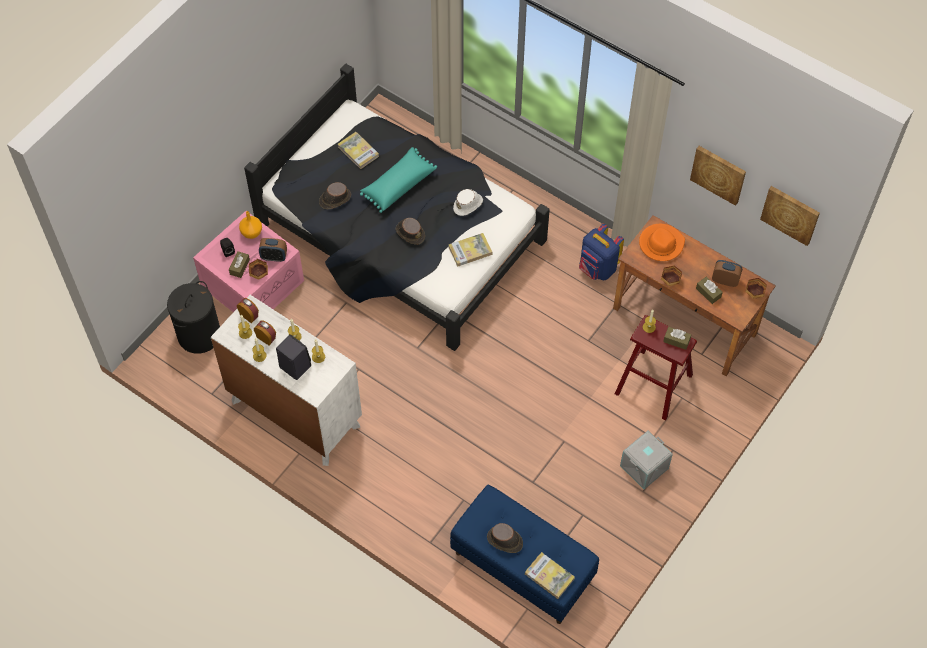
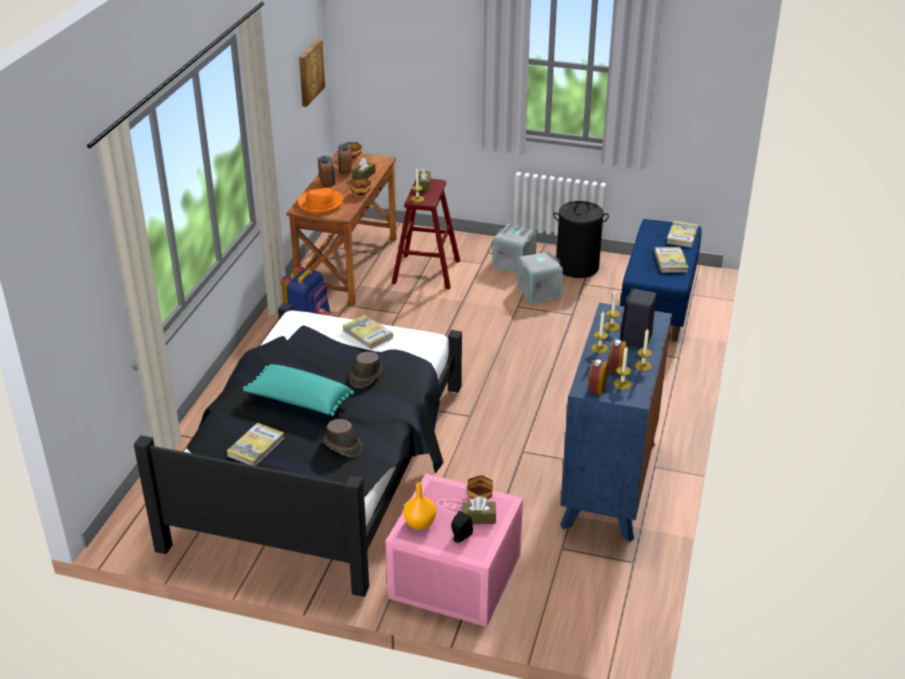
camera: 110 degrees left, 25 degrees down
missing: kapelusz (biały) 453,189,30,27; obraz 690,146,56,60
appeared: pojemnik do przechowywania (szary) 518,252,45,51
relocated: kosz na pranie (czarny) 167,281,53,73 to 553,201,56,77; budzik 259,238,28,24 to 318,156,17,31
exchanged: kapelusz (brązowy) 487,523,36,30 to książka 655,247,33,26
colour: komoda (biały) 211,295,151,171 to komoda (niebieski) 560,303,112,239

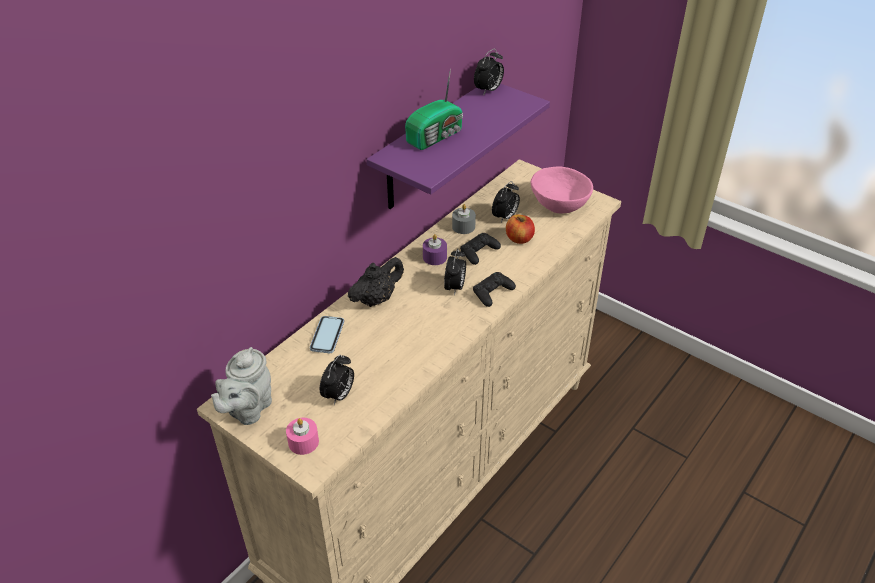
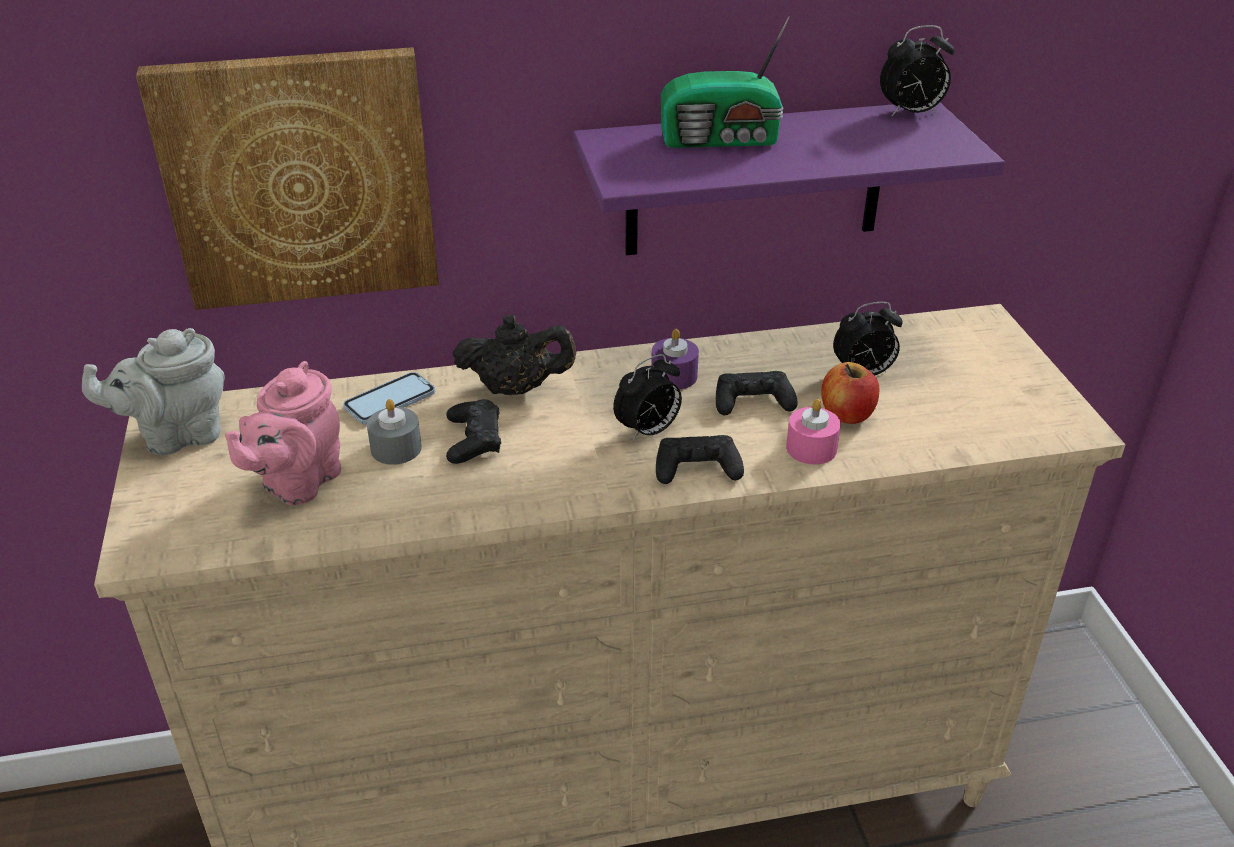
camera: 40 degrees right, 5 degrees down
missing: miska (różowy) 531,166,62,47
appeared: obraz 136,47,303,263; pad do gier (czarny) 446,399,55,65
relocated: świeca (różowy) 286,418,33,37 to 786,399,55,66; świeca (szary) 452,204,24,30 to 367,399,55,66
exchanged: budzik 320,355,34,50 to imbryk (różowy) 225,361,116,144

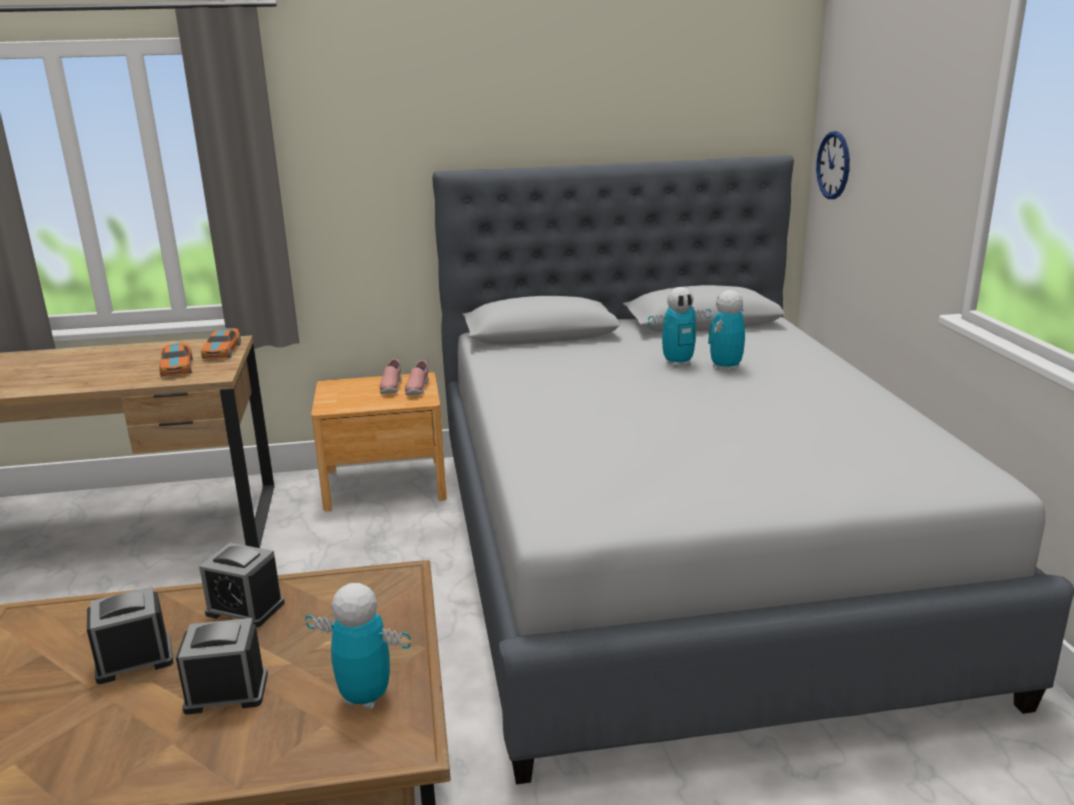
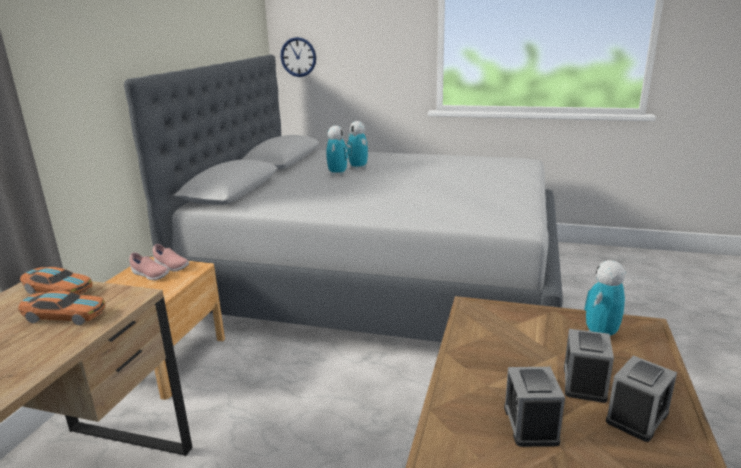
camera: 65 degrees left, 0 degrees up
relocated: budzik 199,543,86,84 to 606,356,71,86

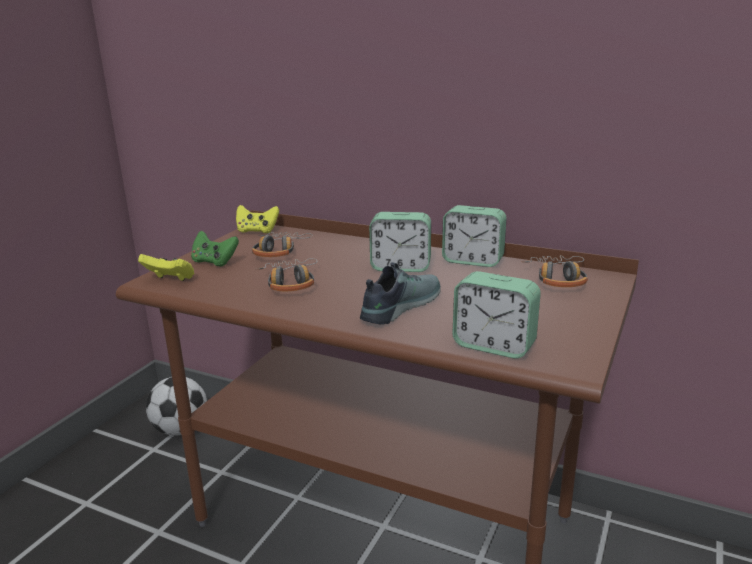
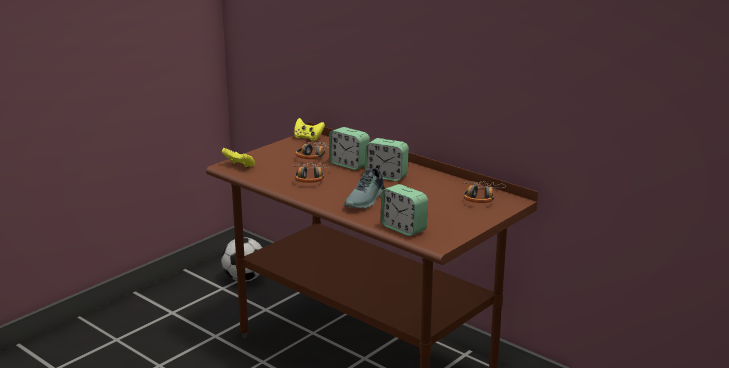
camera: 15 degrees right, 0 degrees up
missing: pad do gier (zielony) 191,231,48,36
relocated: budzik 442,205,65,62 to 329,127,41,43
spun: but 360,262,81,63 = 344,164,41,45 150 degrees clockwise

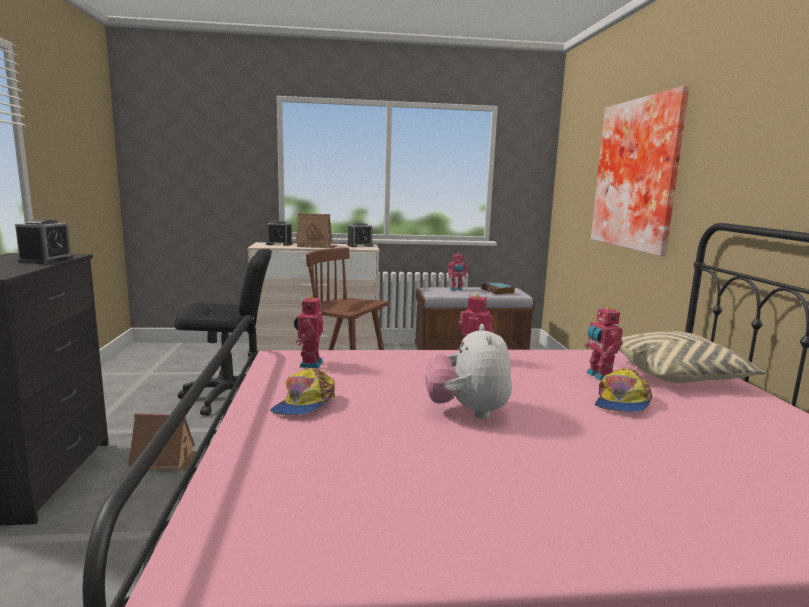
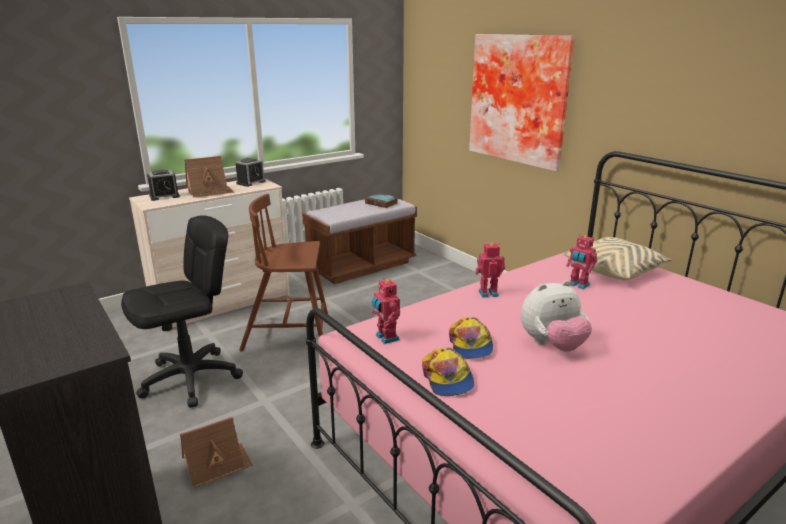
camera: 30 degrees left, 10 degrees up
missing: budzik 15,219,58,45; robot zabawkowy 448,253,19,38
relocated: czapka z daszkiem 595,368,58,44 to 449,317,44,42
spun: pluszak 425,324,87,95 = 521,280,71,72 75 degrees counterclockwise

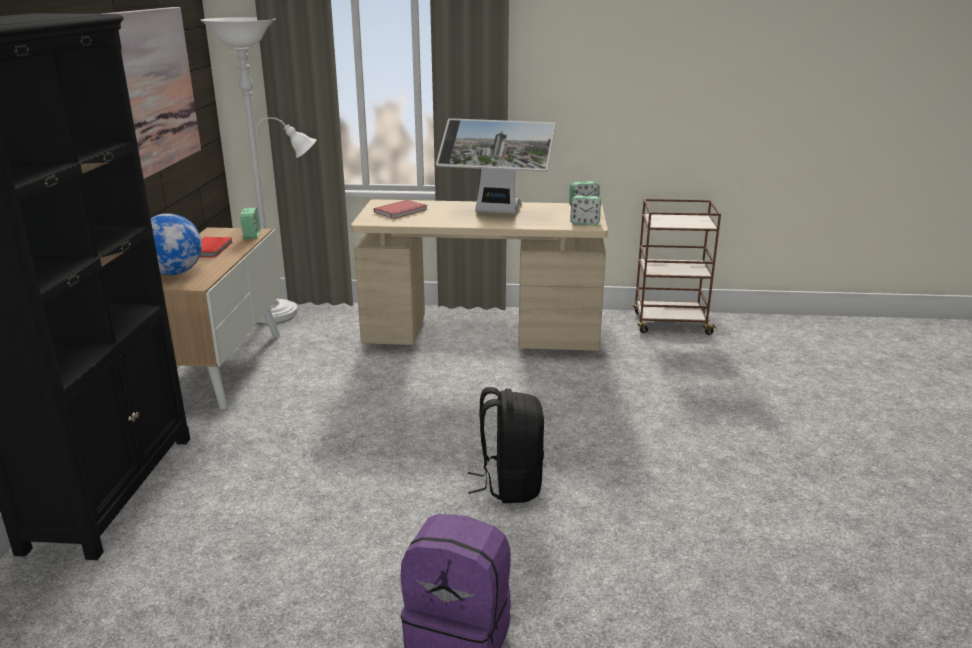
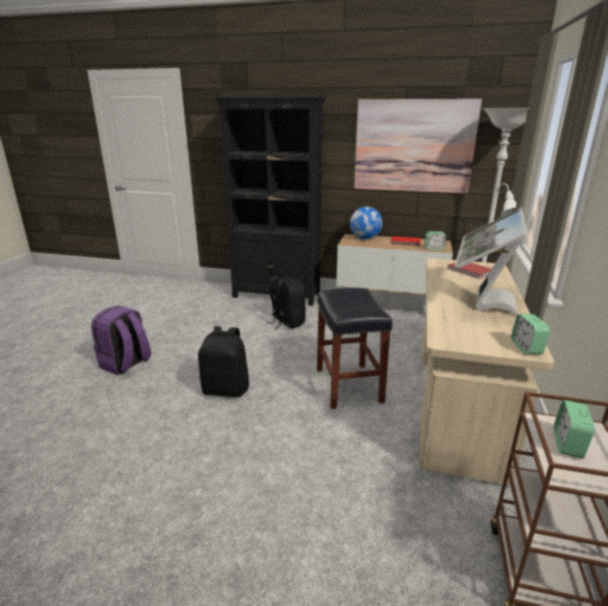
camera: 100 degrees right, 0 degrees up
appeared: plecak (czarny) 268,276,38,54; stołek (czarny) 317,288,75,121
relocated: budzik 570,195,31,30 to 554,400,41,58

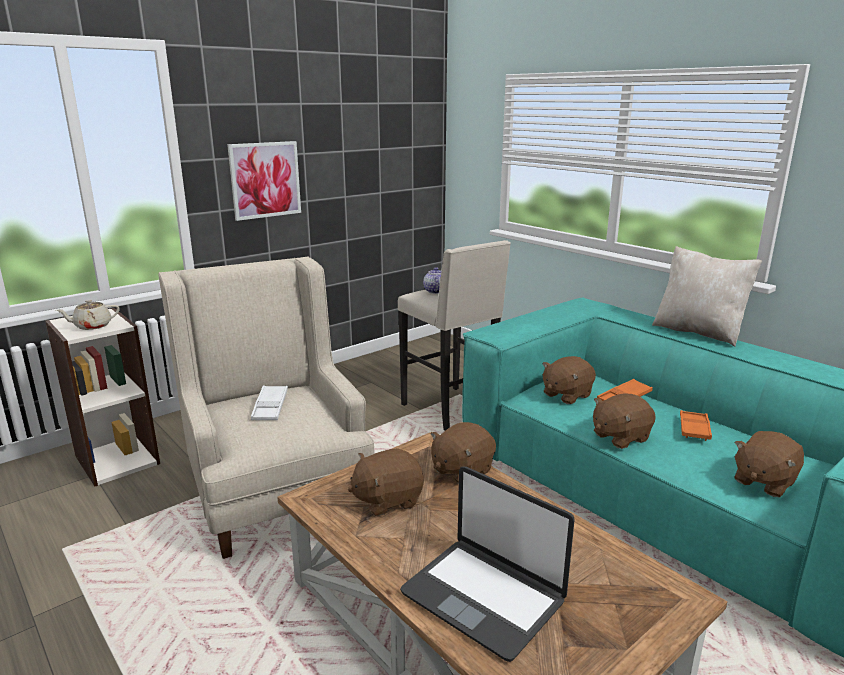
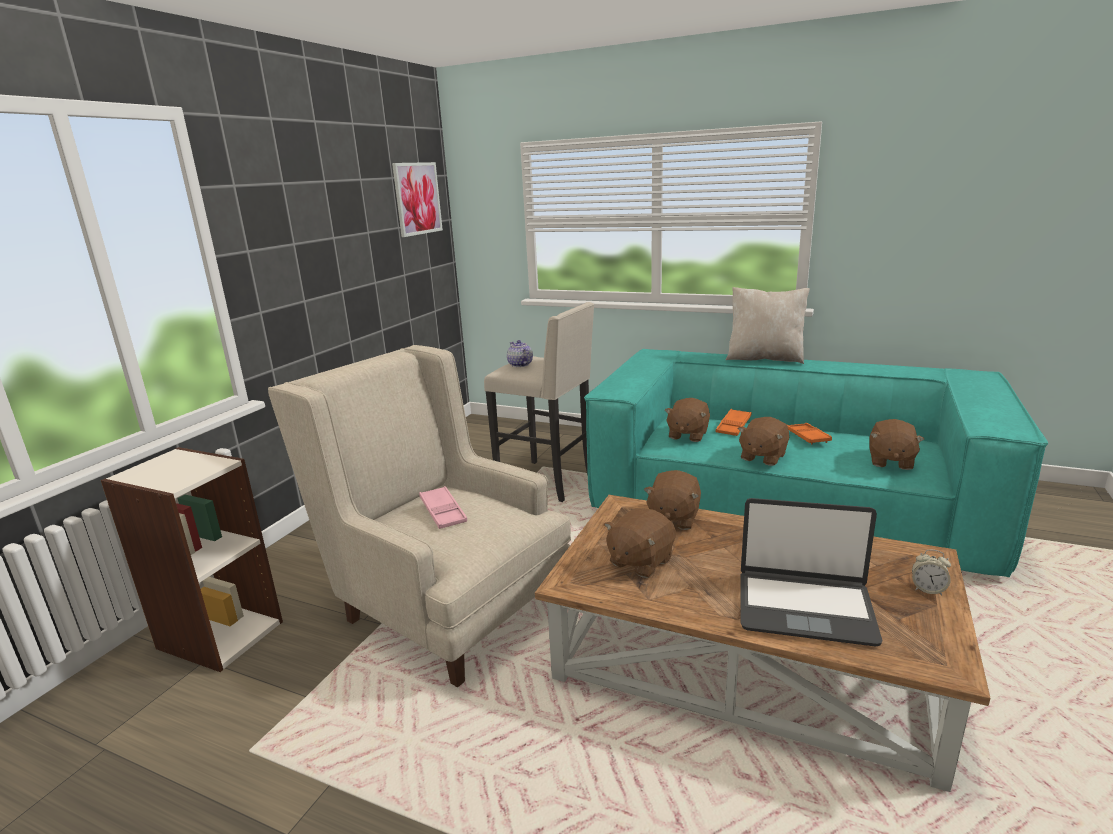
camera: 25 degrees left, 0 degrees up
missing: imbryk (beżowy) 56,300,64,30
appeared: budzik 912,550,39,45
relocated: obraz 227,141,74,80 to 392,162,51,75
colour: taca (biały) 251,385,37,35 to taca (różowy) 419,486,48,43

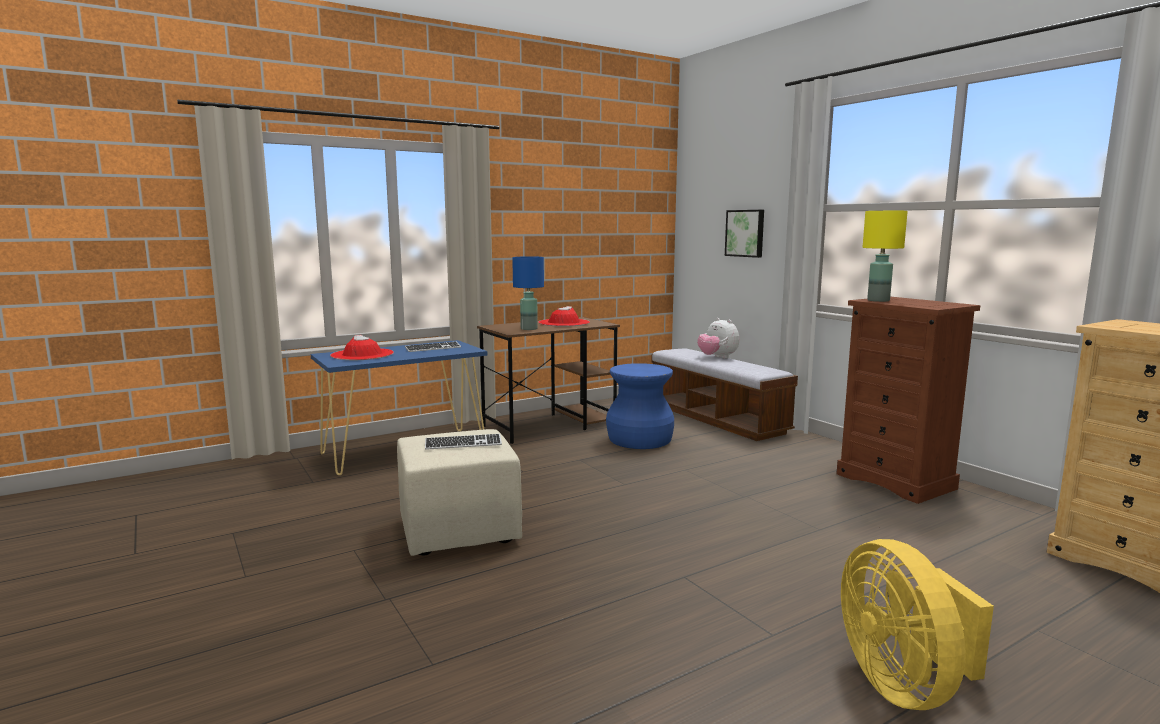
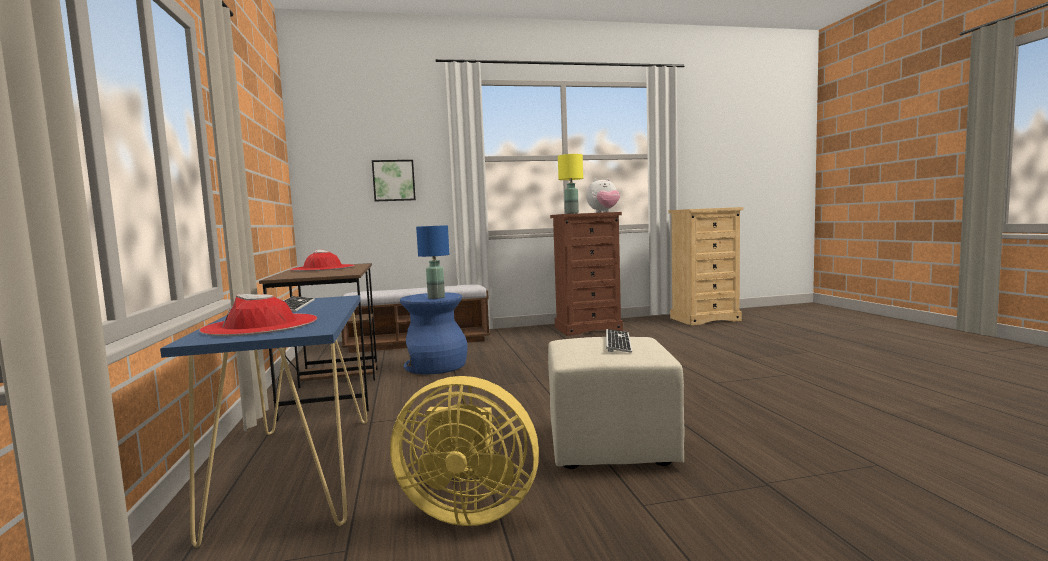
camera: 70 degrees left, 5 degrees down
relocated: lampa stołowa (niebieski) 512,256,32,74 to 416,225,33,74; pluszak 697,318,42,41 to 586,178,34,35; wentylator (żółty) 841,539,153,171 to 390,376,149,150

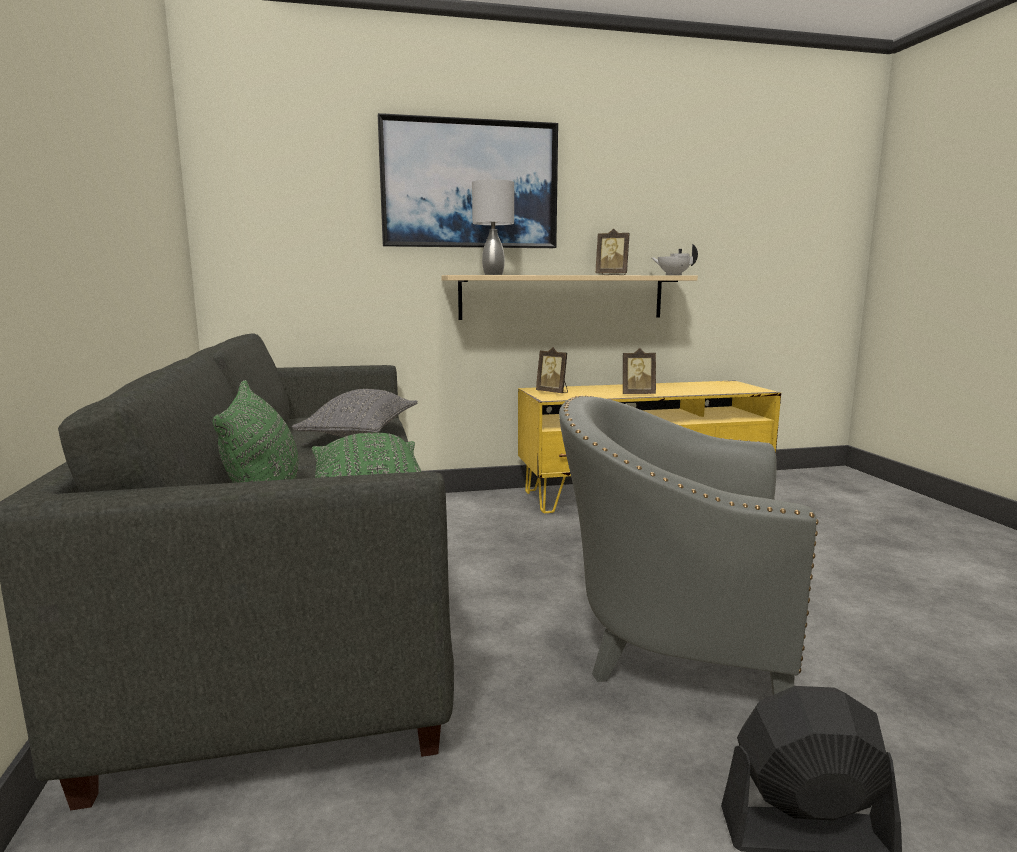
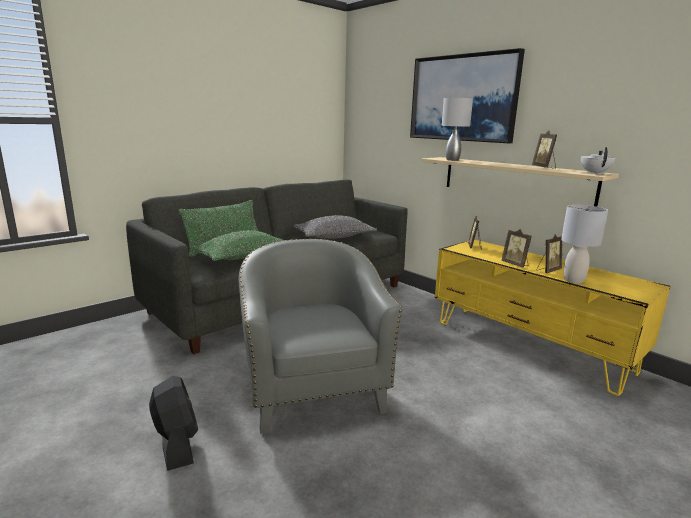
camera: 60 degrees right, 5 degrees up
appeared: ramka na zdjęcie 537,234,25,39; lampa stołowa (szary) 561,205,47,79

